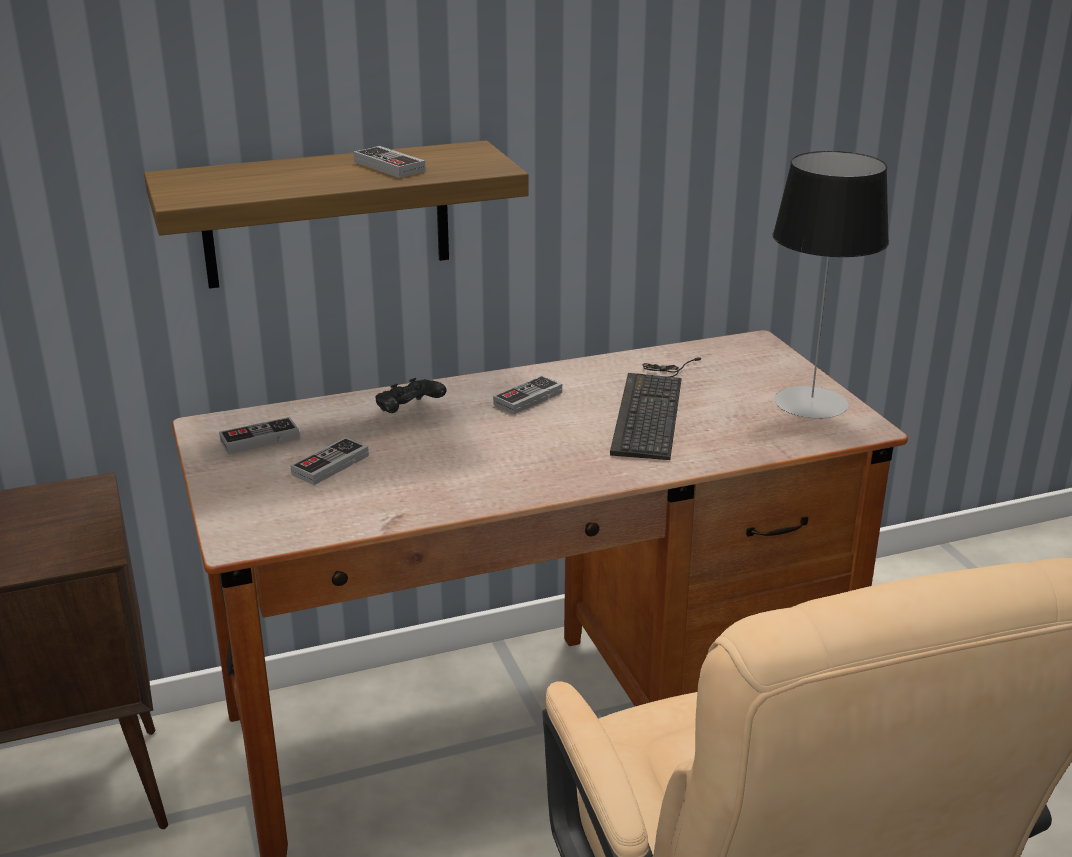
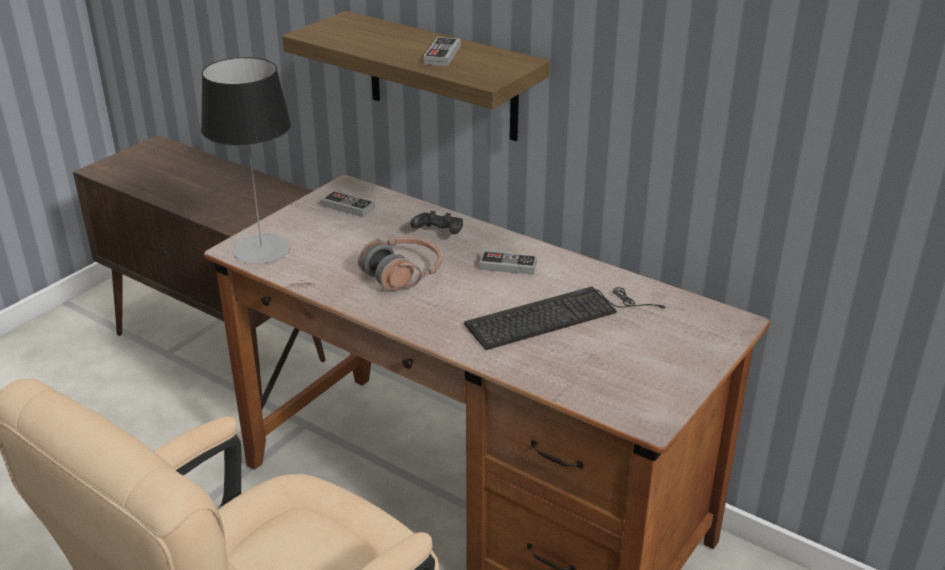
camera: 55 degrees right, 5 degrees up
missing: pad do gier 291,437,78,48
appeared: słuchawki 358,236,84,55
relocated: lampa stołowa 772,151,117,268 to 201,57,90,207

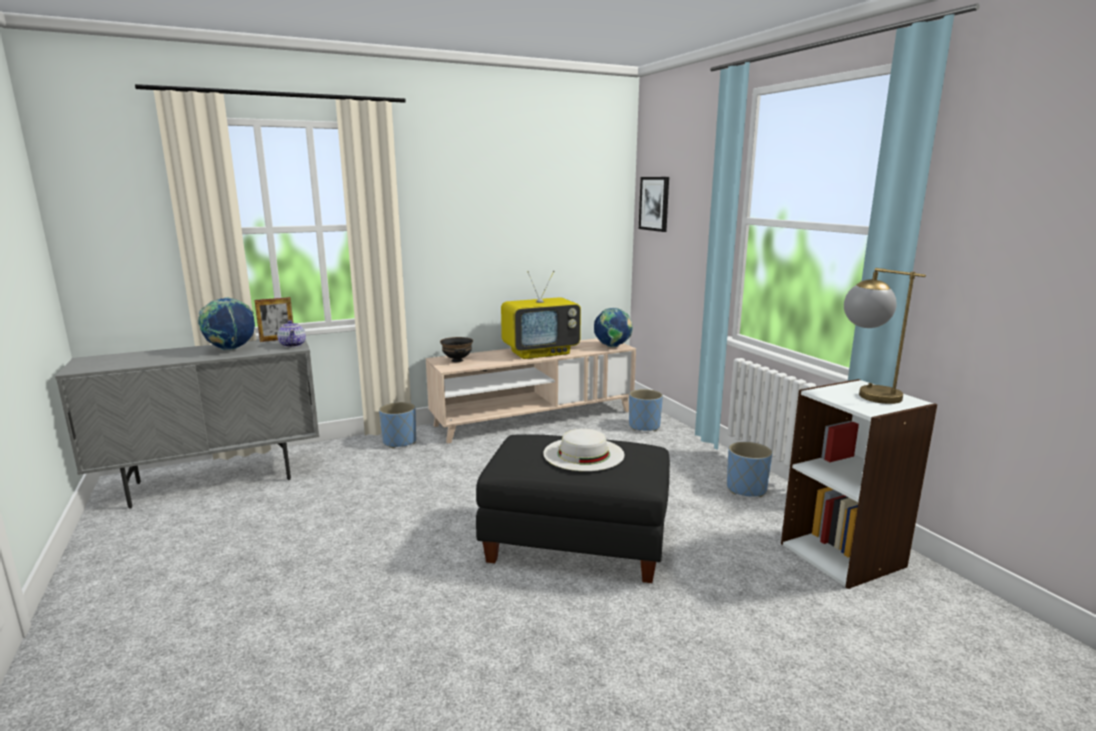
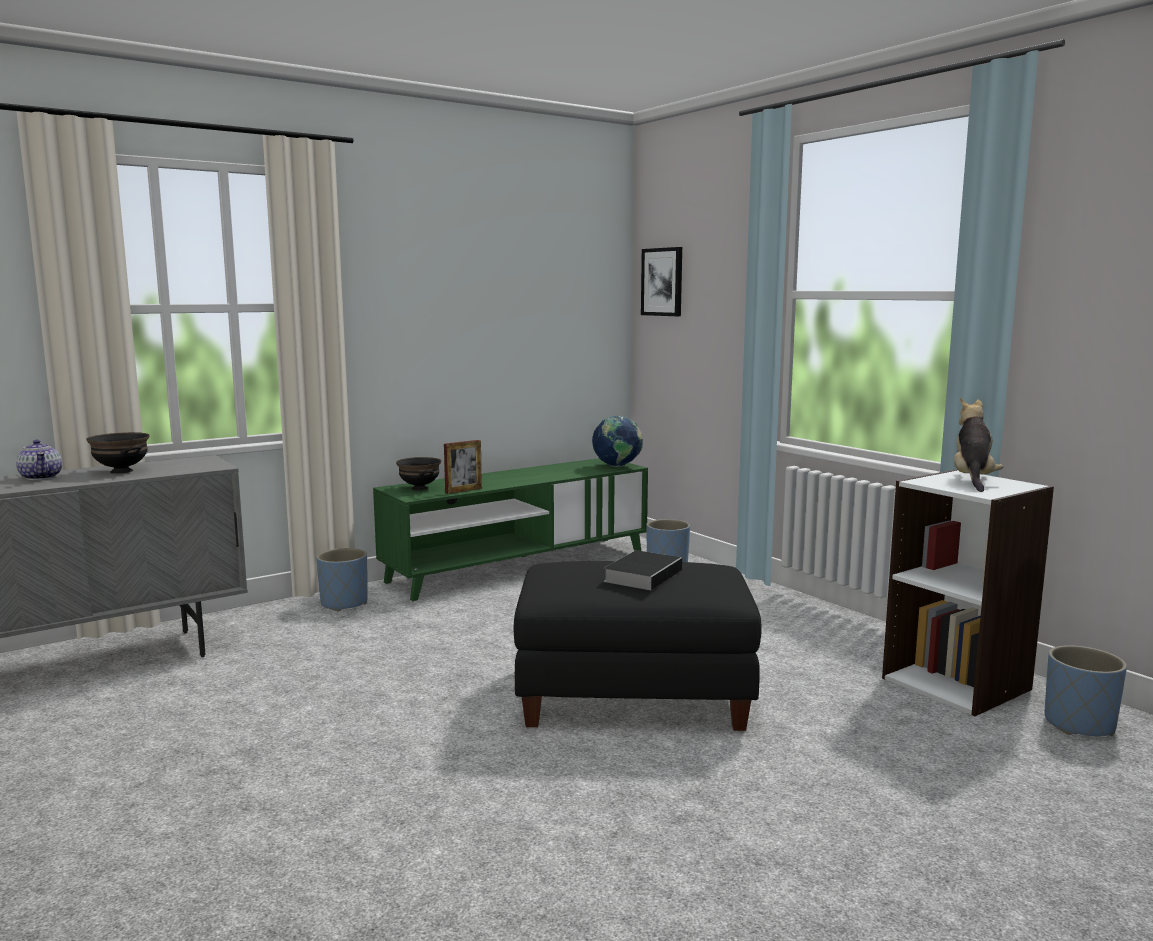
camera: 10 degrees left, 5 degrees down
missing: telewizor 501,271,80,88
relocated: ramka na zdjęcie 255,297,38,45 to 444,440,38,54; imbryk 277,320,29,27 to 16,440,46,40; donica (niebieski) 727,442,45,55 to 1045,645,82,91
exchanged: globus 198,297,57,53 to miska (czarny) 86,432,64,42; kapelusz (biały) 543,429,81,42 to książka 604,550,78,40; lampa stołowa 844,268,82,136 to pluszak 954,398,49,94
colour: szafka pod telewizor (beżowy) 426,338,210,105 to szafka pod telewizor (zielony) 373,458,275,143

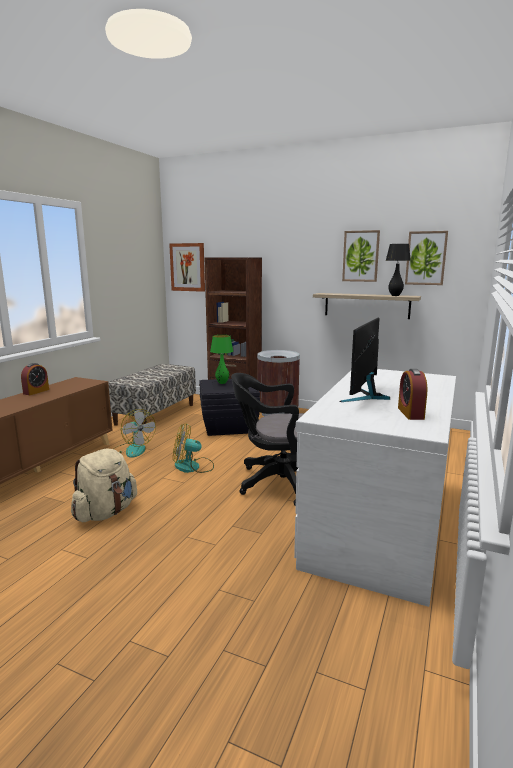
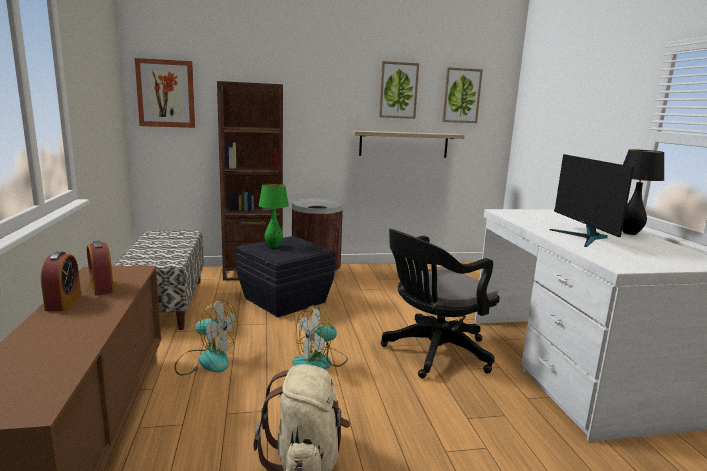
camera: 35 degrees left, 0 degrees up
relocated: lampa stołowa (czarny) 386,244,25,52 to 622,149,42,86; budzik 398,369,30,51 to 87,241,27,55

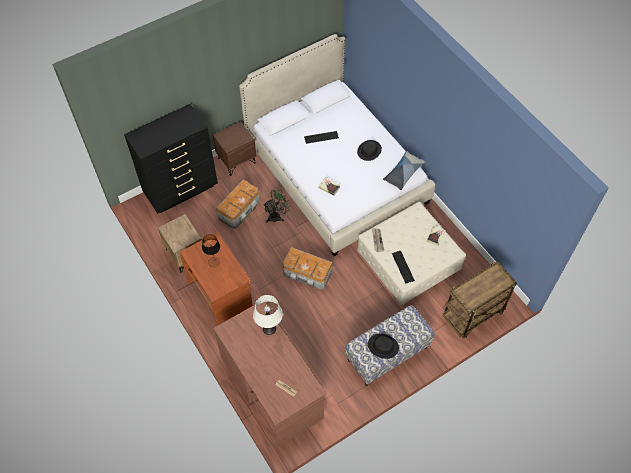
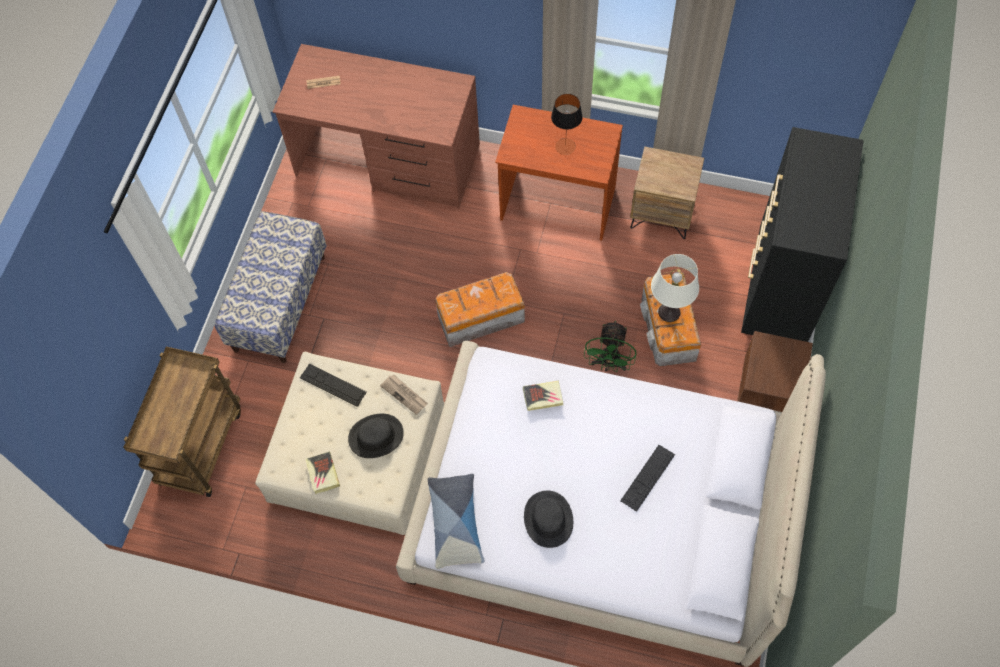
camera: 140 degrees right, 5 degrees up
relocated: lampa stołowa (biały) 253,295,30,40 to 651,254,48,68; kapelusz (czarny) 368,334,31,25 to 348,414,56,44

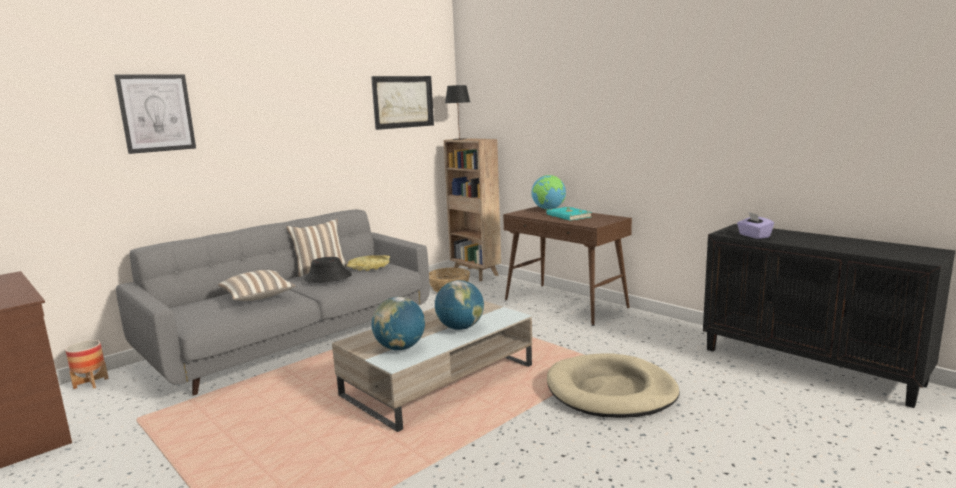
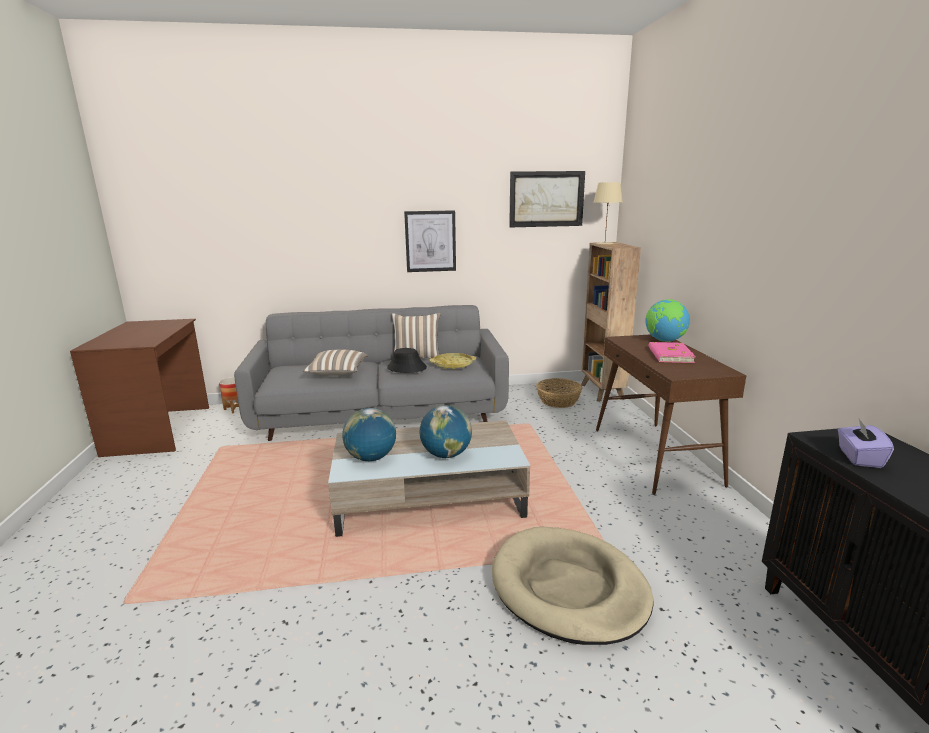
camera: 35 degrees right, 5 degrees up
relocated: obraz 114,75,82,79 to 404,210,52,62
colour: lampa stołowa (czarny) 445,85,25,55 to lampa stołowa (beżowy) 594,182,28,62; książka (turkusowy) 546,207,46,14 to książka (różowy) 649,342,47,21

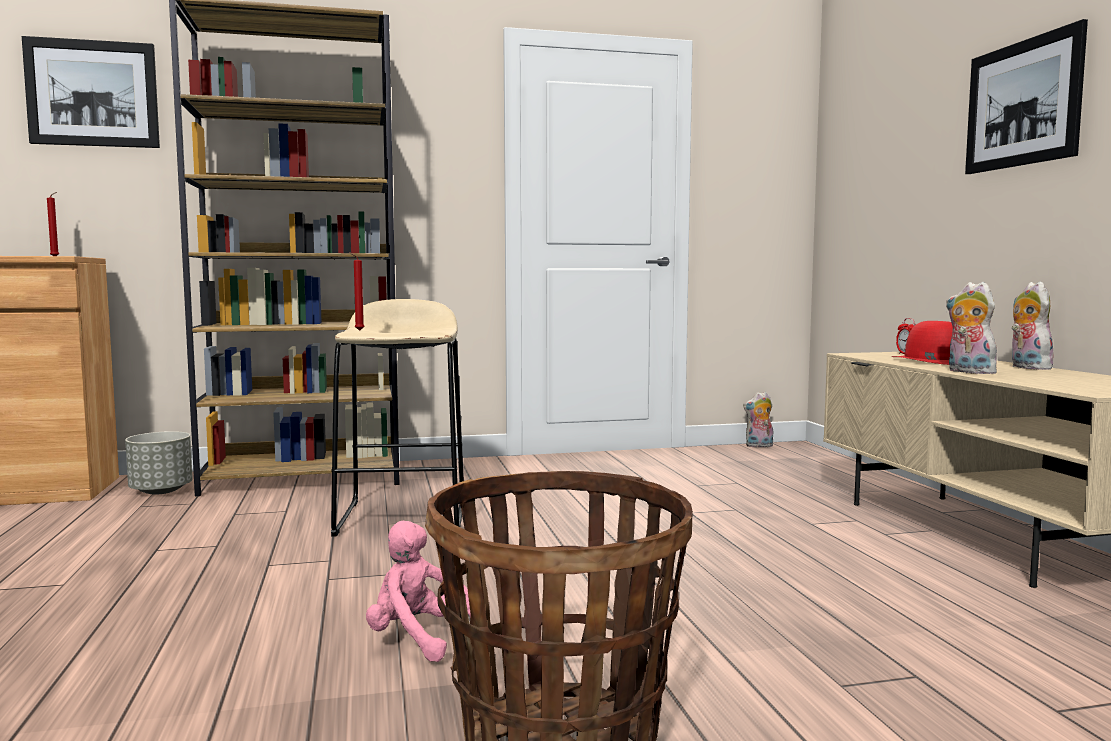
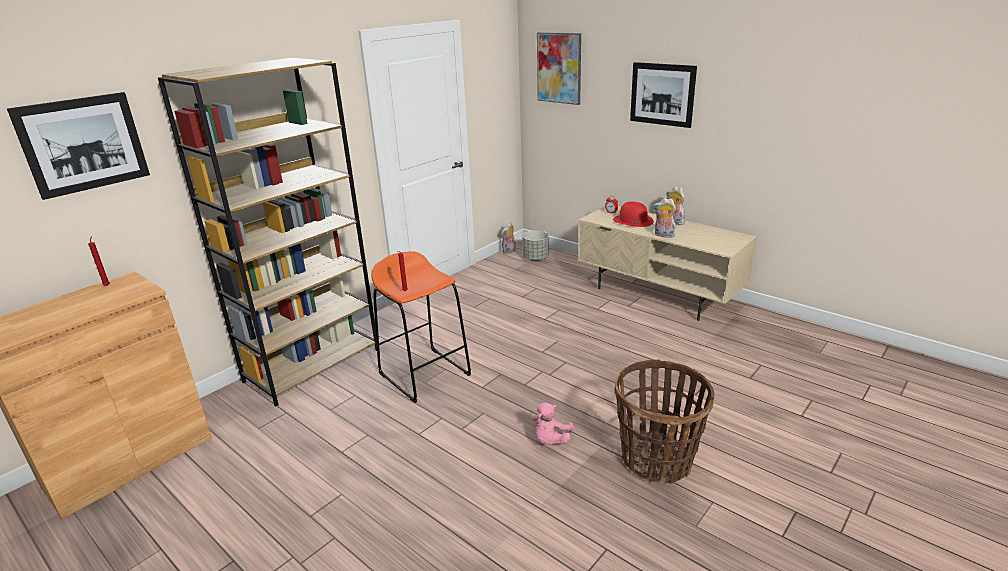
camera: 35 degrees left, 20 degrees up
appeared: obraz 537,32,44,73
relocated: donica (szary) 125,431,68,63 to 522,230,27,31
colour: stołek (beżowy) 331,299,133,238 to stołek (pomarańczowy) 371,251,100,152
spun: pluszak (różowy) 366,521,105,141 = 532,403,43,42 60 degrees counterclockwise

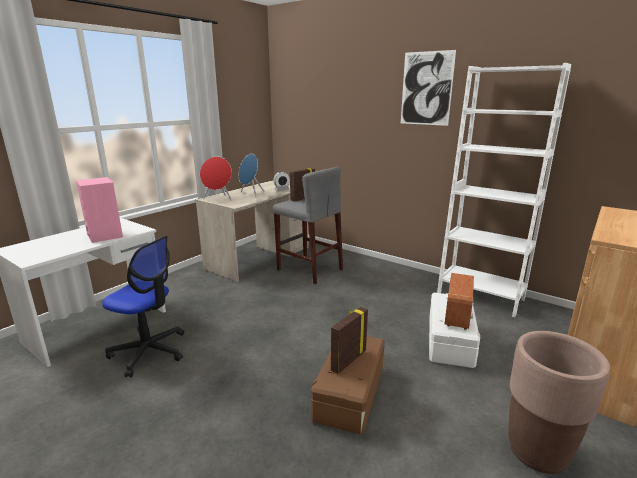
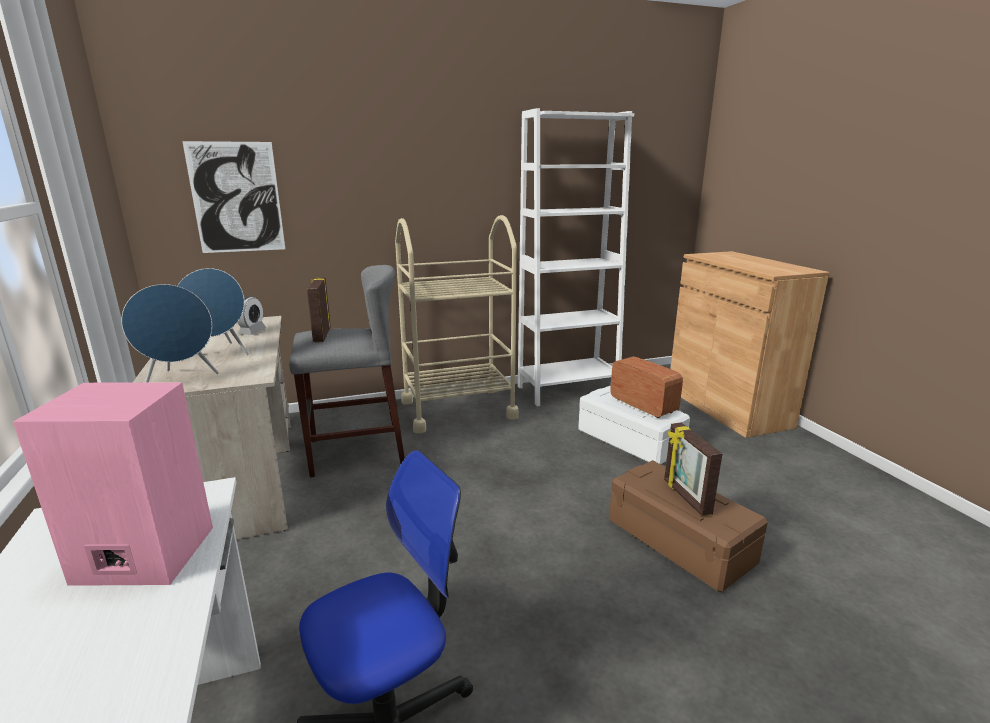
camera: 55 degrees left, 0 degrees up
missing: donica (brązowy) 508,331,102,143
appeared: wózek (beżowy) 395,215,124,218
relocated: obraz 401,50,55,76 to 182,141,103,112
colour: głośnik (czerwony) 200,157,32,44 to głośnik (niebieski) 121,284,98,98

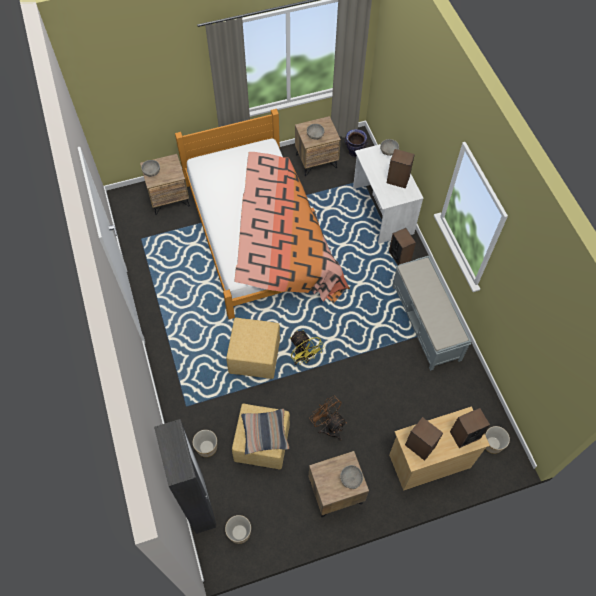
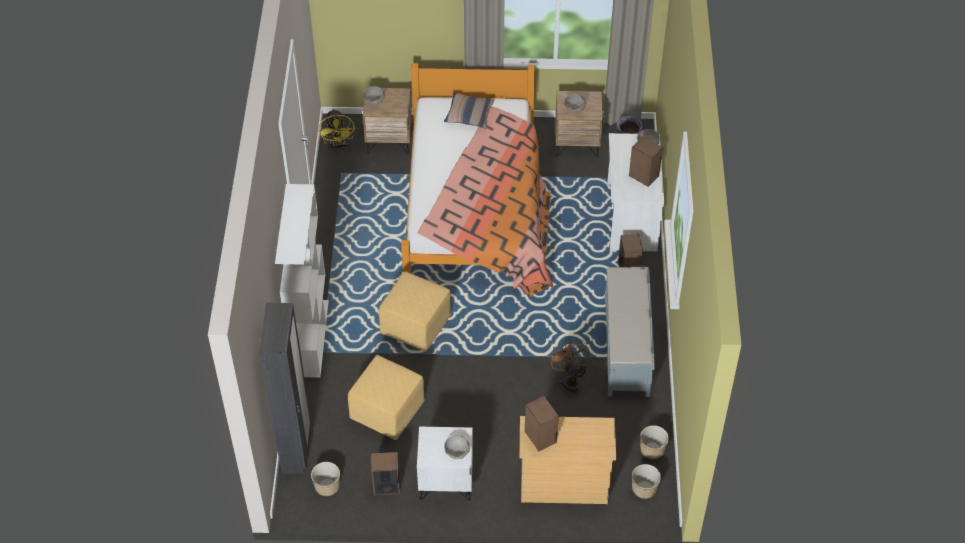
camera: 20 degrees right, 10 degrees down
appeared: regał (biały) 275,184,54,194
relocated: donica 193,430,24,27 to 640,425,29,34; poduszka 241,409,48,46 to 444,93,51,35; wentylator (żółty) 290,330,34,35 to 318,109,37,41; wentylator (brązowy) 309,396,38,45 to 548,338,41,59; głośnik 450,408,40,40 to 371,452,29,44
colour: szafka nocna (brązowy) 309,451,60,66 to szafka nocna (biały) 417,426,56,75

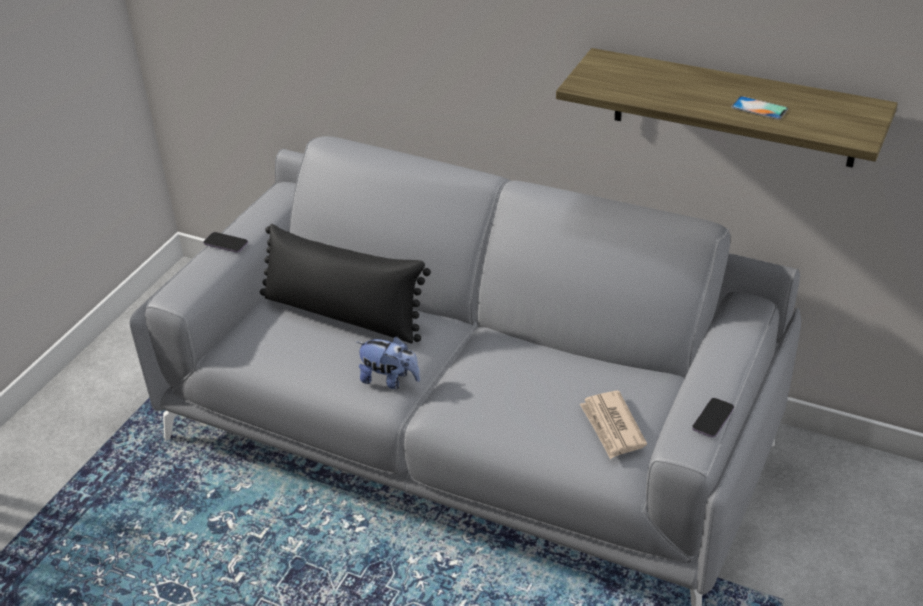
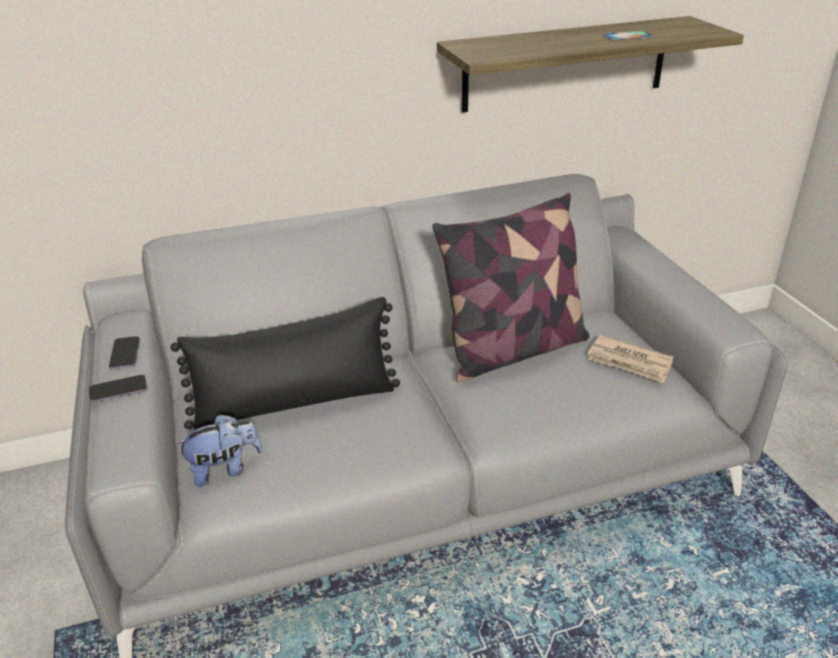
camera: 45 degrees left, 5 degrees down
appeared: poduszka 432,193,158,190
relocated: pluszak 356,336,65,53 to 175,414,88,73; telefon 692,398,42,40 to 109,336,31,33

